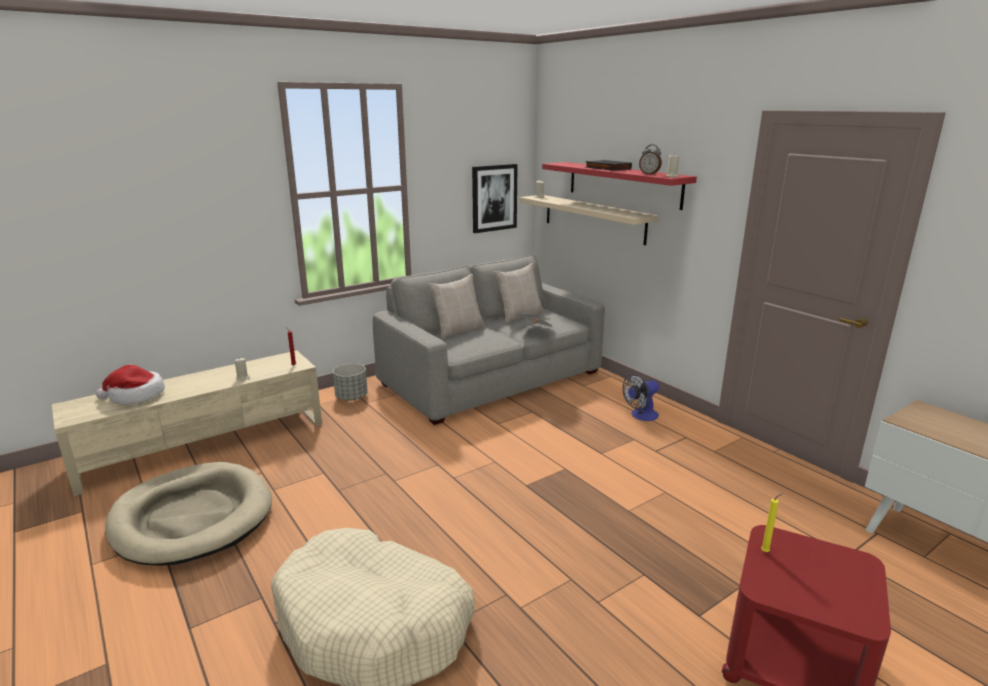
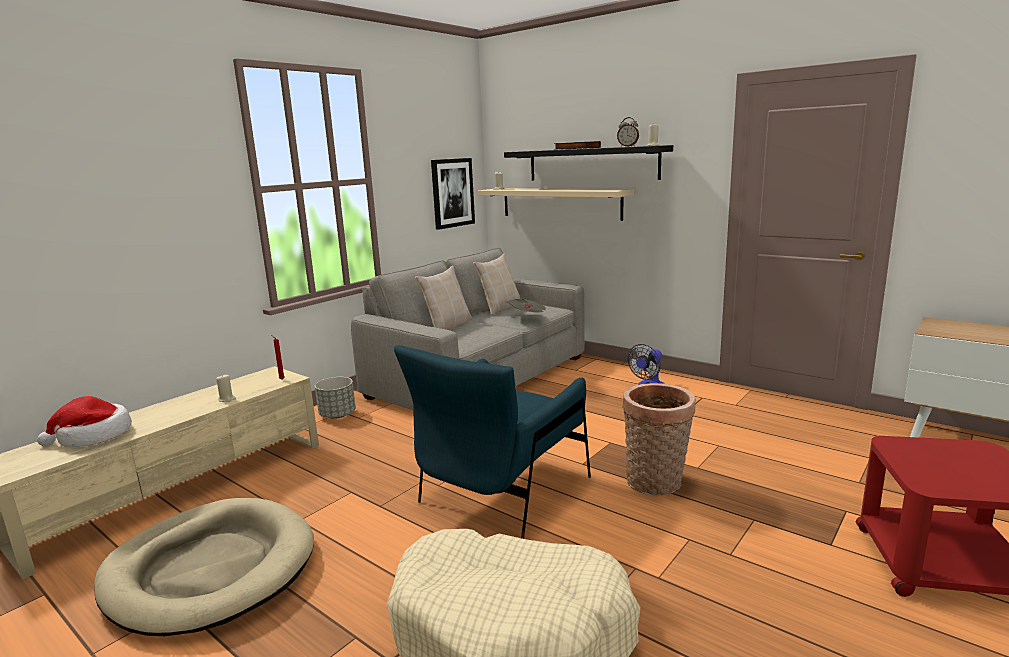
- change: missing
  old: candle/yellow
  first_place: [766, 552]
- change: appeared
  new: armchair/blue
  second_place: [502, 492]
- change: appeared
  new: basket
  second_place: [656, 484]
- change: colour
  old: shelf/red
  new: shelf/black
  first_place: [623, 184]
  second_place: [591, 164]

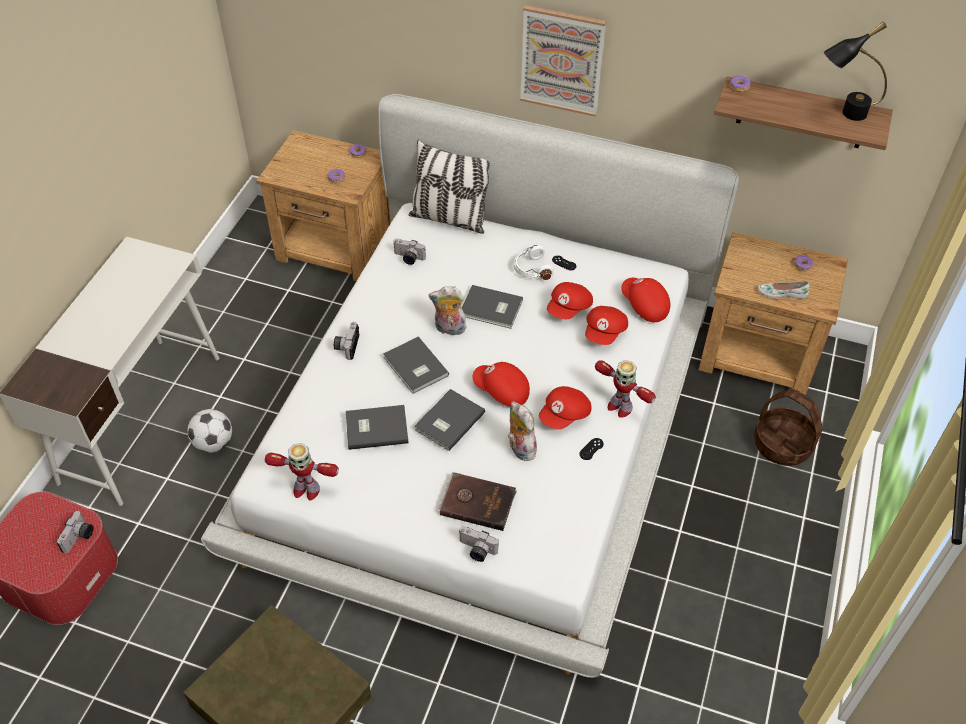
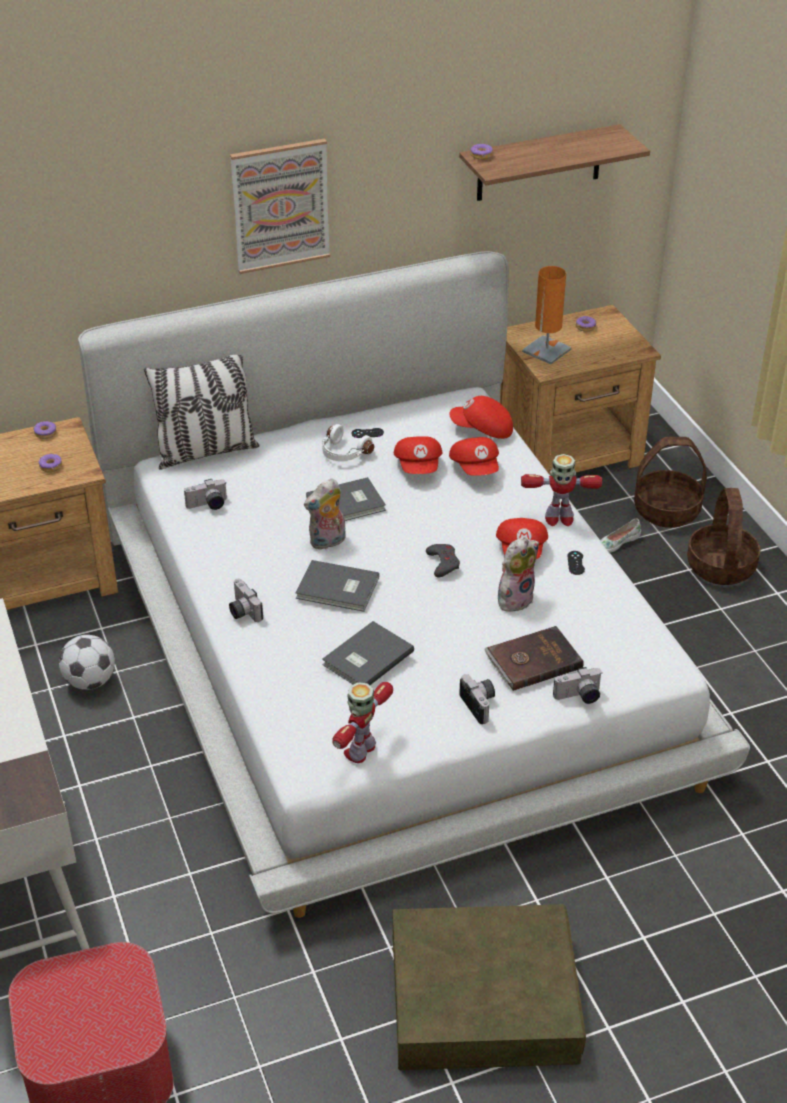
- change: missing
  old: book/grey
  first_place: [448, 421]
- change: missing
  old: table lamp/black
  first_place: [843, 114]
- change: appeared
  new: table lamp/orange
  second_place: [546, 350]
- change: appeared
  new: basket
  second_place: [720, 566]
- change: relocated
  old: photo camera
  first_place: [79, 538]
  second_place: [481, 705]
- change: relocated
  old: football
  first_place: [214, 443]
  second_place: [90, 681]
- change: relocated
  old: shoe/white
  first_place: [782, 292]
  second_place: [616, 542]
- change: exchanged
  old: cap/red
  new: game controller/grey
  first_place: [501, 391]
  second_place: [443, 563]
- change: spun
  old: toy robot
  first_place: [305, 490]
  second_place: [361, 750]
  degrees: 150
- change: spun
  old: plush toy
  first_place: [519, 448]
  second_place: [515, 598]
  degrees: 120

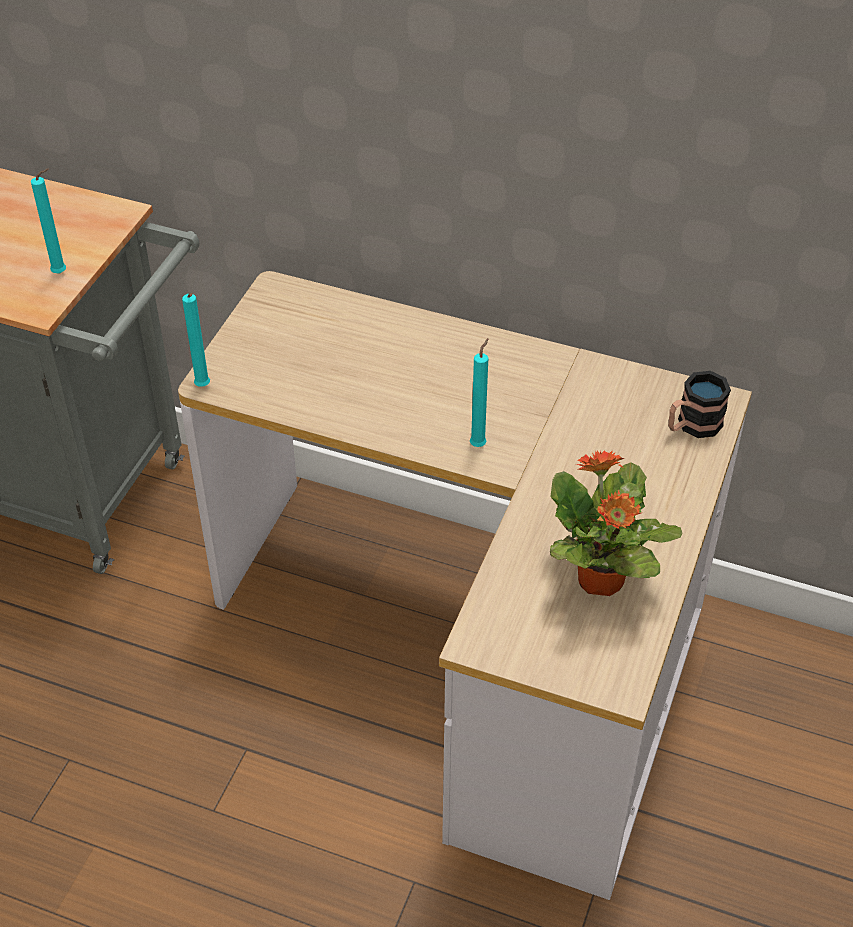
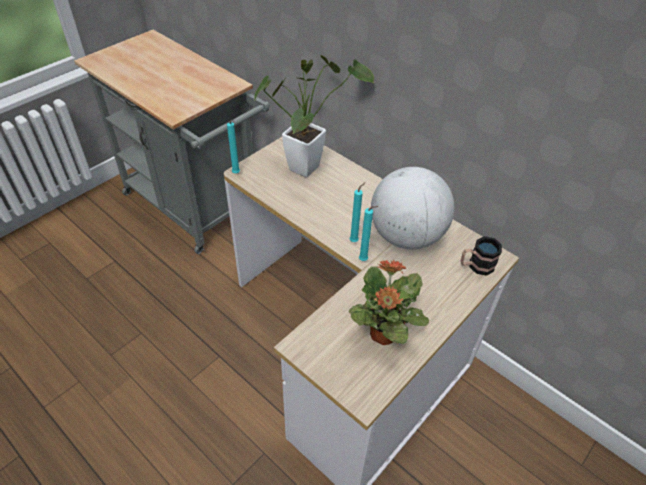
- change: appeared
  new: potted plant
  second_place: [308, 165]
- change: appeared
  new: globe
  second_place: [406, 236]
- change: relocated
  old: candle/turquoise
  first_place: [62, 273]
  second_place: [364, 260]

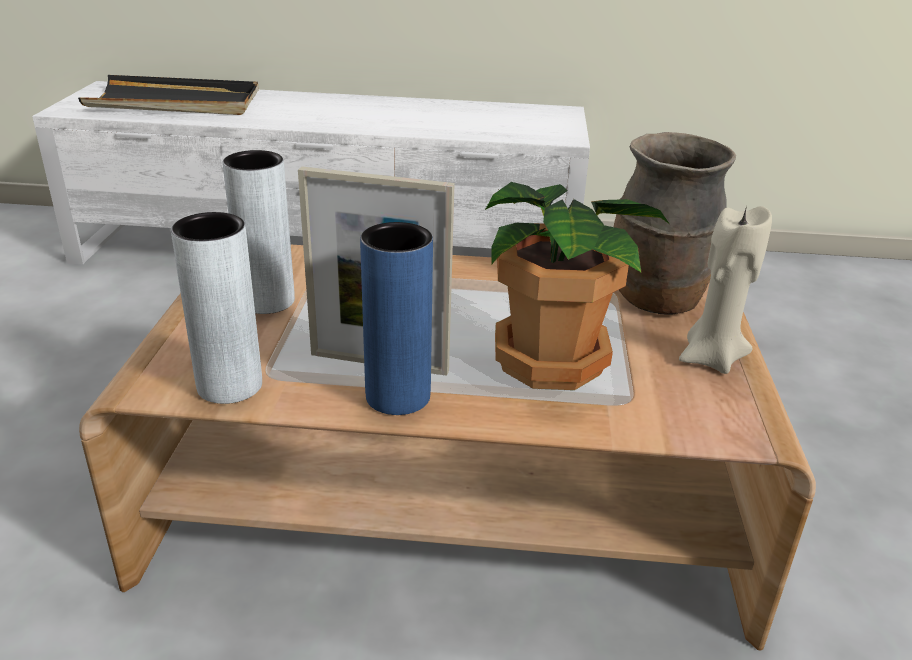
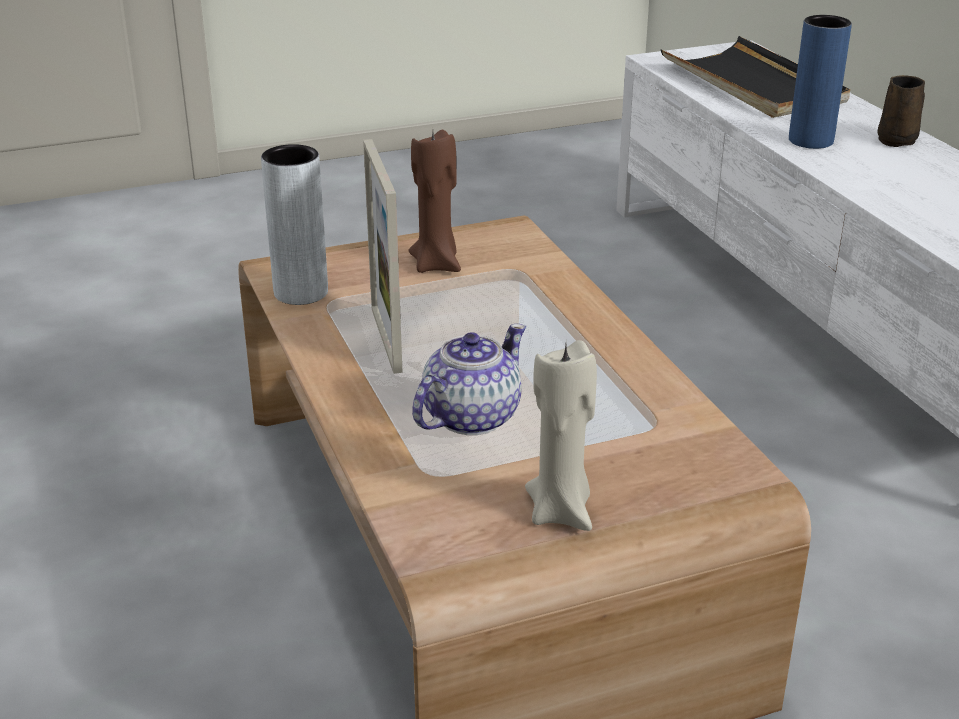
- change: missing
  old: vase/brown
  first_place: [657, 301]
- change: appeared
  new: mug/brown
  second_place: [898, 140]
- change: relocated
  old: vase/blue
  first_place: [398, 396]
  second_place: [810, 141]
- change: exchanged
  old: vase/grey
  new: candle/brown
  first_place: [267, 301]
  second_place: [437, 264]
- change: exchanged
  old: potted plant
  new: teapot
  first_place: [551, 359]
  second_place: [469, 417]

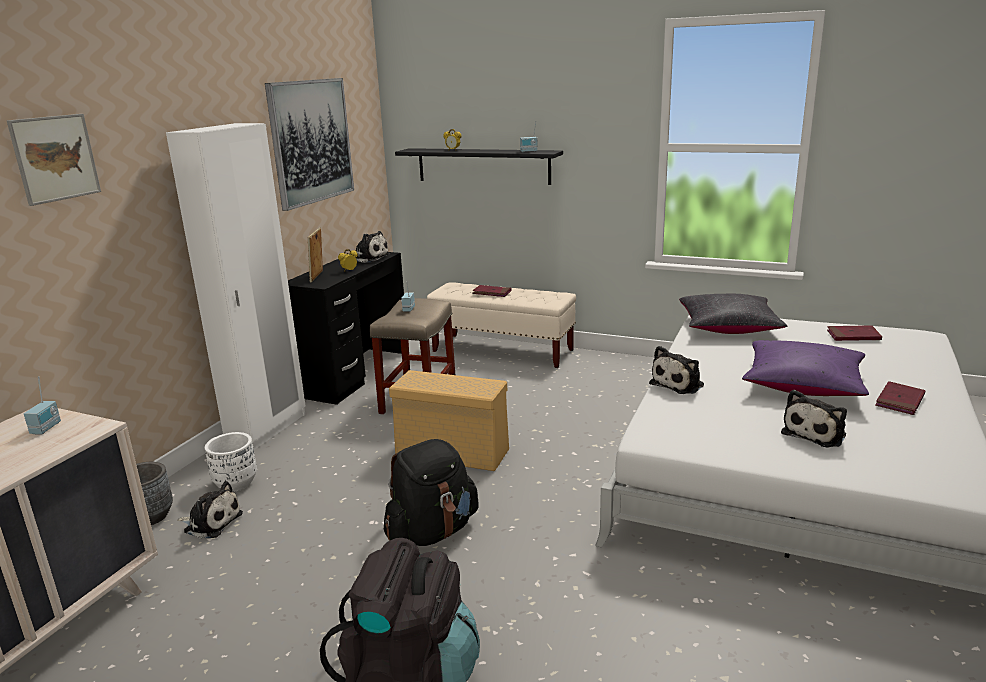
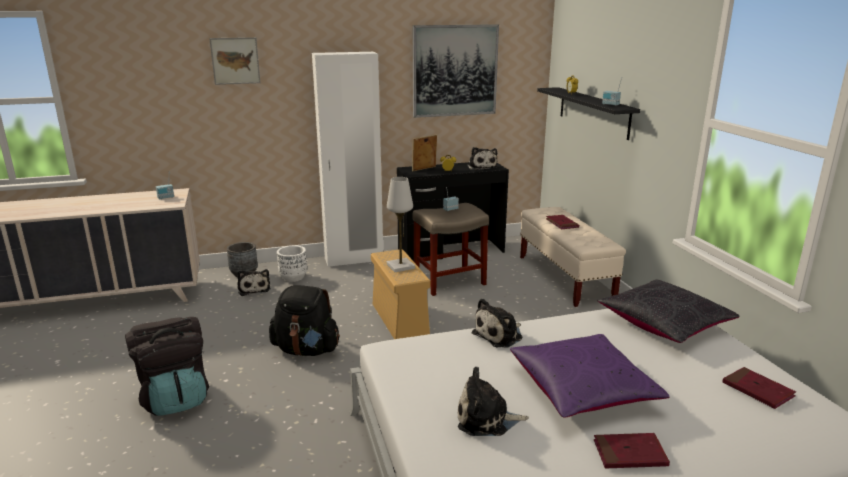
- change: appeared
  new: table lamp/white
  second_place: [400, 266]
- change: spun
  old: plush toy
  first_place: [679, 384]
  second_place: [500, 335]
  degrees: -45

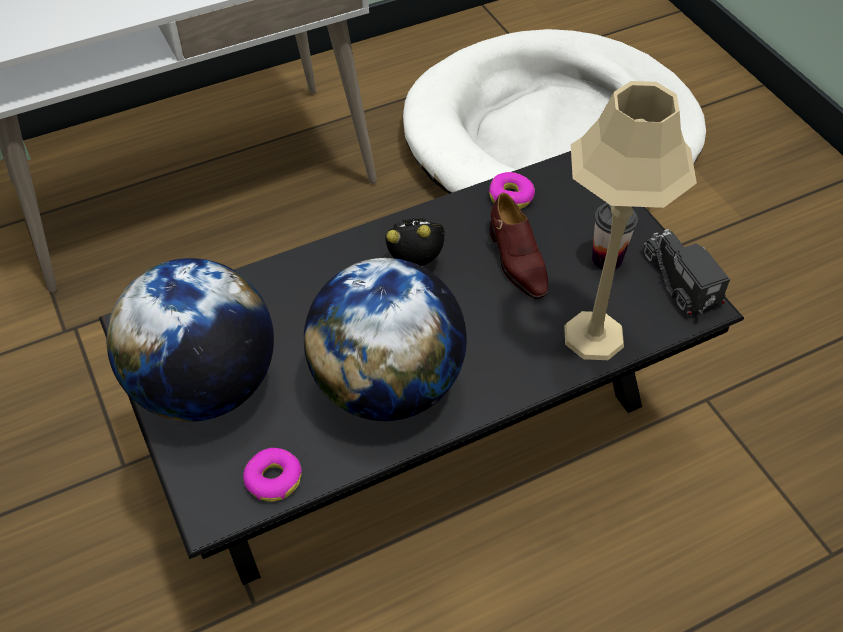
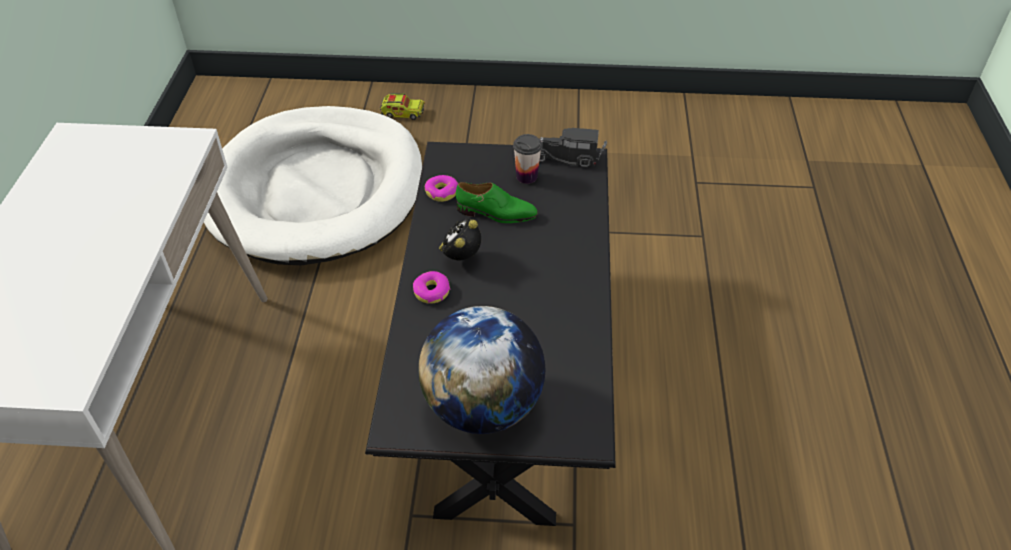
- change: missing
  old: globe
  first_place: [387, 385]
- change: missing
  old: table lamp/beige
  first_place: [593, 335]
- change: appeared
  new: toy truck
  second_place: [402, 113]
- change: relocated
  old: donut
  first_place: [273, 479]
  second_place: [431, 292]
- change: colour
  old: shoe/brown
  new: shoe/green
  first_place: [516, 260]
  second_place: [496, 213]

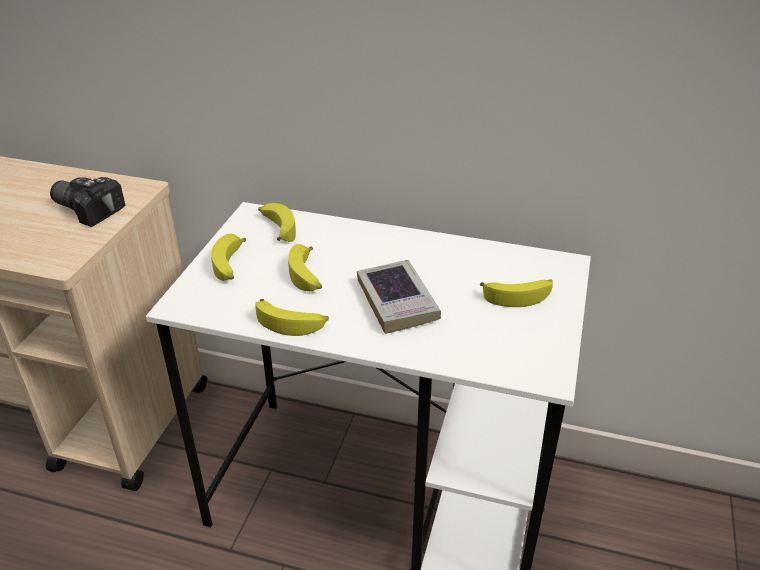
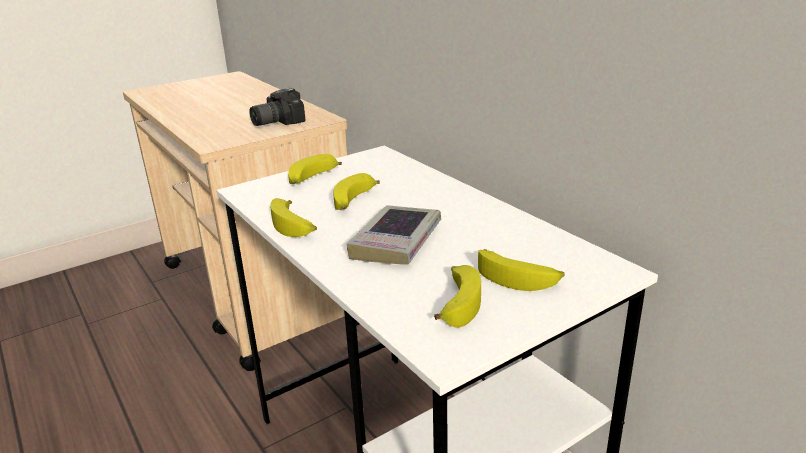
- change: relocated
  old: banana
  first_place: [276, 228]
  second_place: [457, 302]
- change: spun
  old: photo camera
  first_place: [89, 209]
  second_place: [275, 122]
  degrees: -105

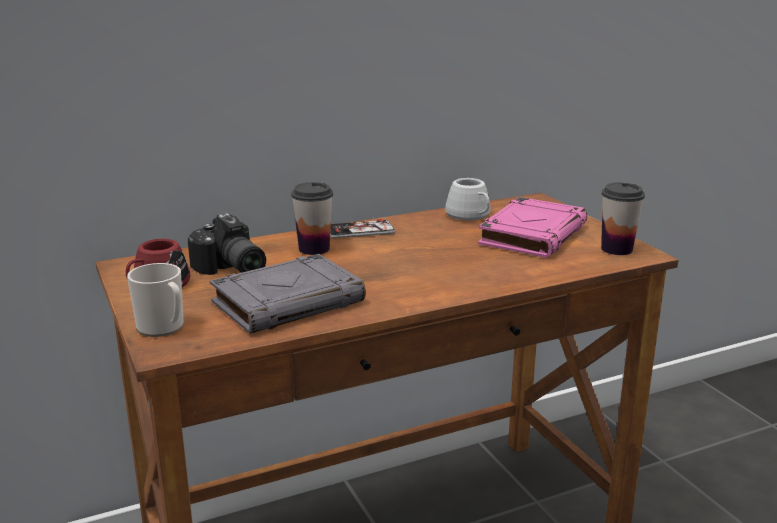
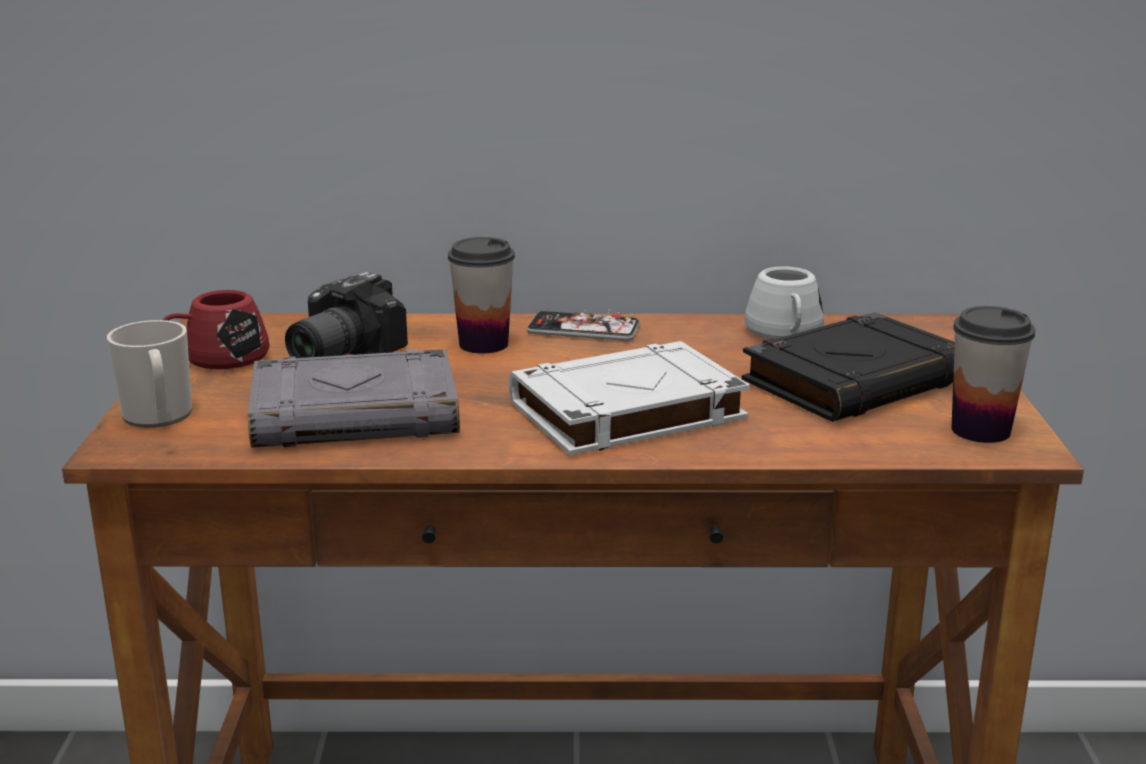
- change: appeared
  new: book/white
  second_place: [625, 412]
- change: colour
  old: book/pink
  new: book/black
  first_place: [532, 234]
  second_place: [856, 380]
- change: spun
  old: photo camera
  first_place: [230, 269]
  second_place: [335, 353]
  degrees: 45

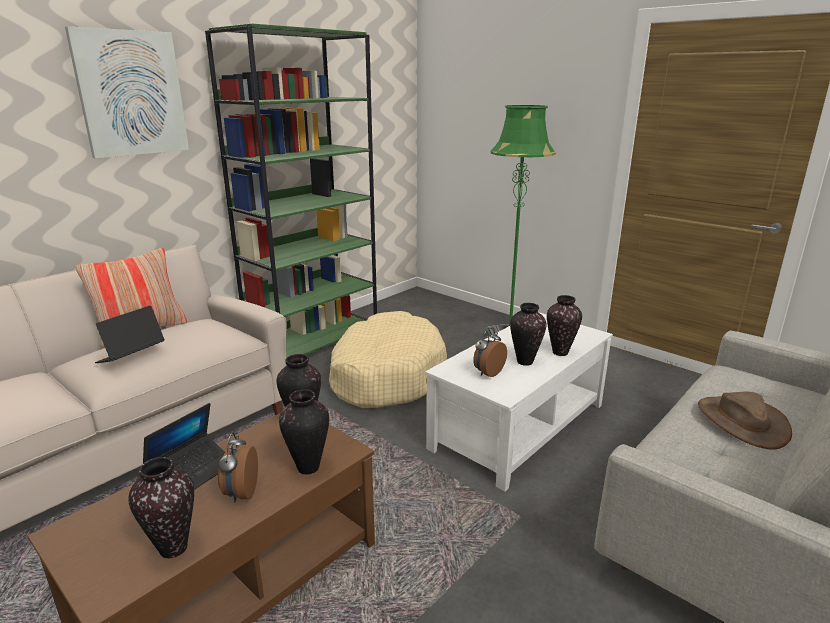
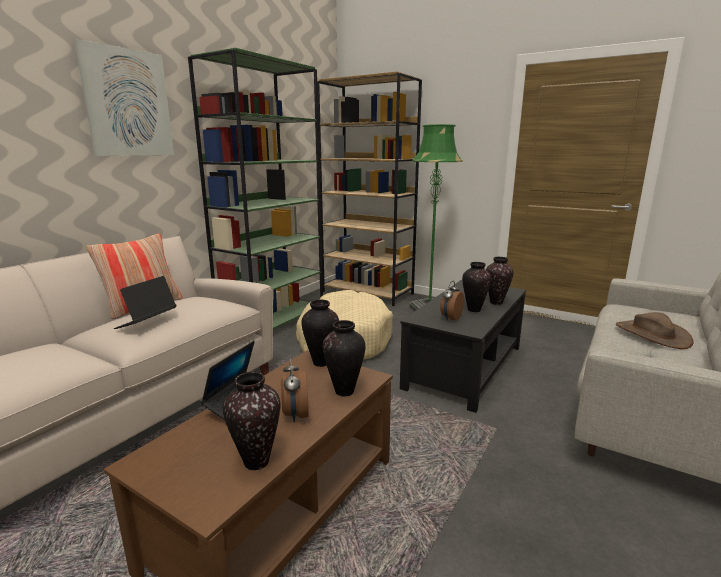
- change: appeared
  new: bookcase/brown
  second_place: [368, 292]
- change: colour
  old: coffee table/white
  new: coffee table/black
  first_place: [520, 427]
  second_place: [465, 367]

